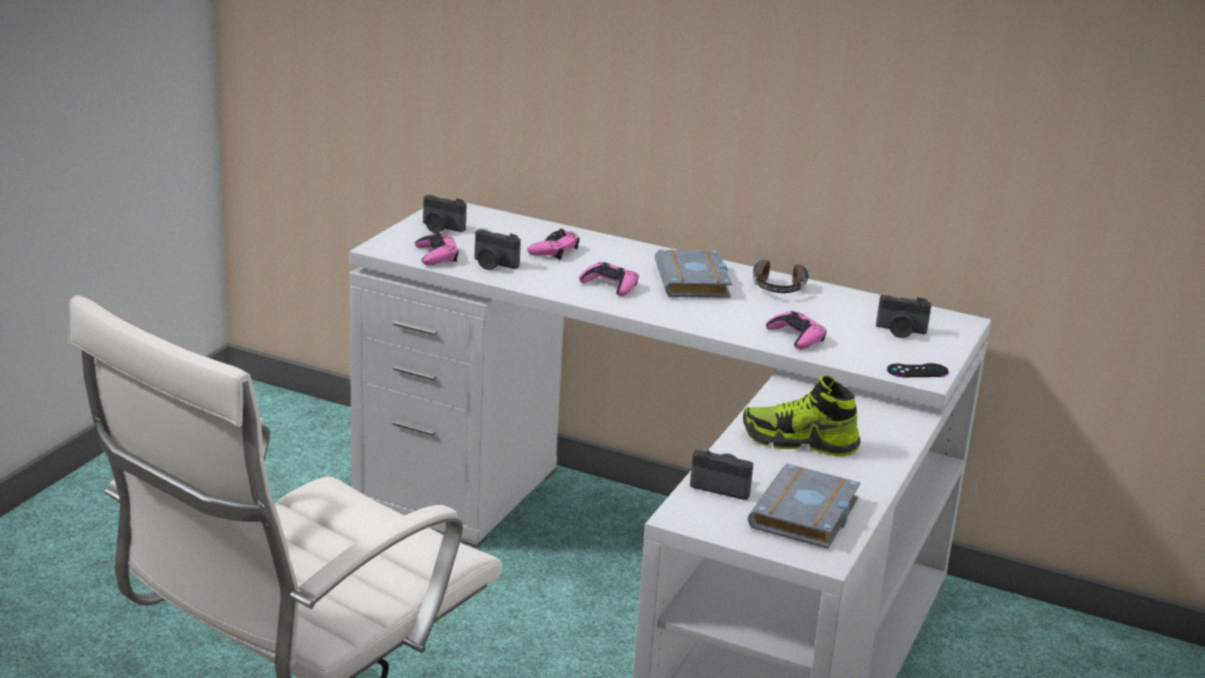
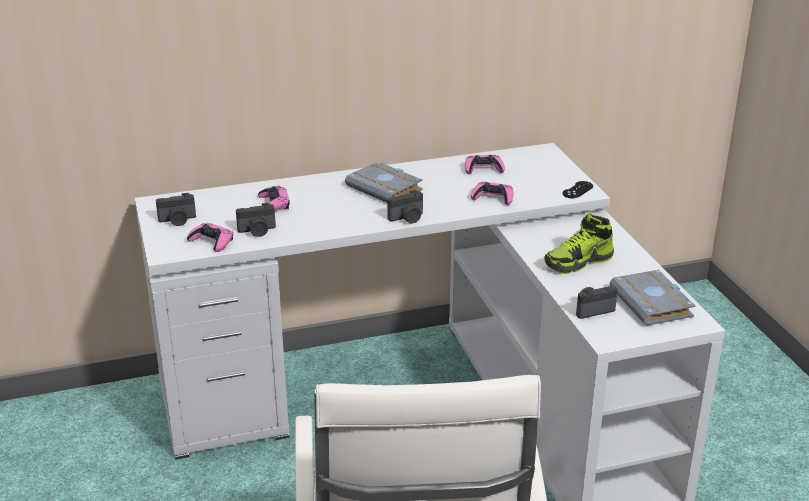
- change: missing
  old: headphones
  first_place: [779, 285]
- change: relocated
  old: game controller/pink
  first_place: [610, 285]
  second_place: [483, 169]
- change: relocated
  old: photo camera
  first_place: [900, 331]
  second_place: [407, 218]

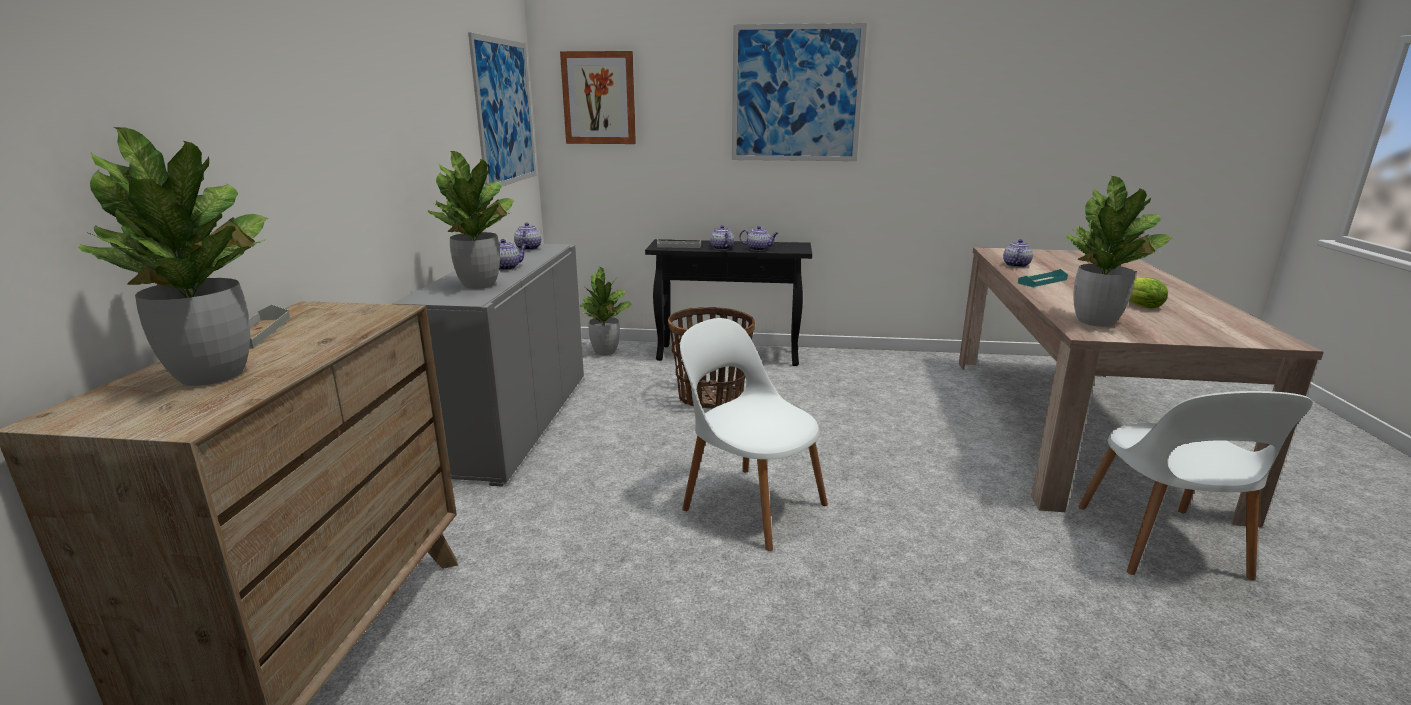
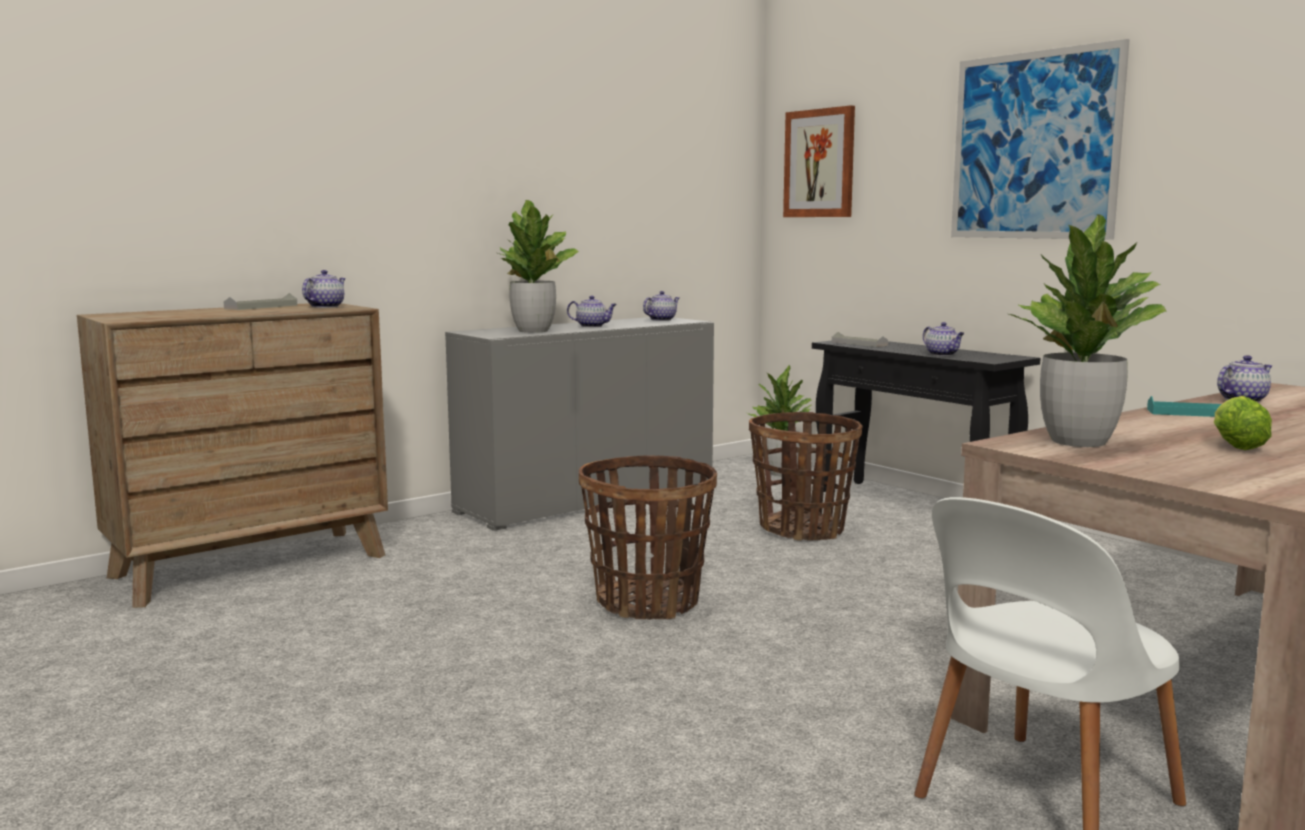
- change: missing
  old: potted plant
  first_place: [213, 375]
- change: missing
  old: picture
  first_place: [505, 113]
- change: relocated
  old: teapot
  first_place: [721, 248]
  second_place: [325, 307]
- change: exchanged
  old: chair/white
  new: basket
  first_place: [750, 504]
  second_place: [648, 602]

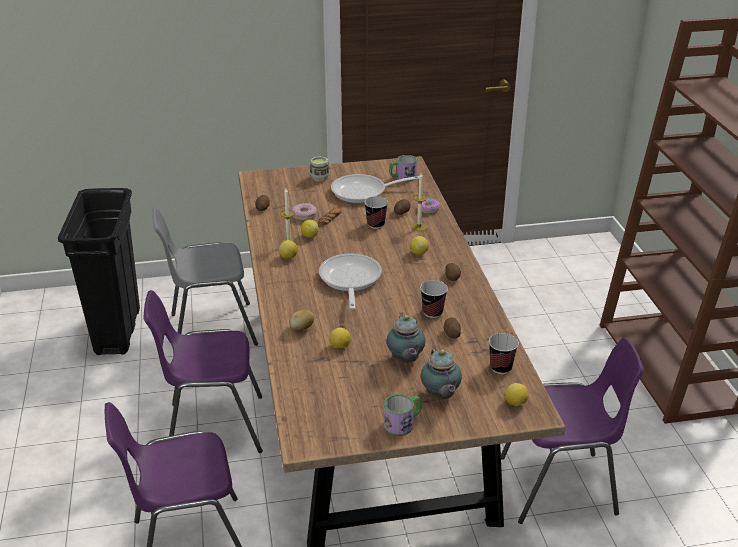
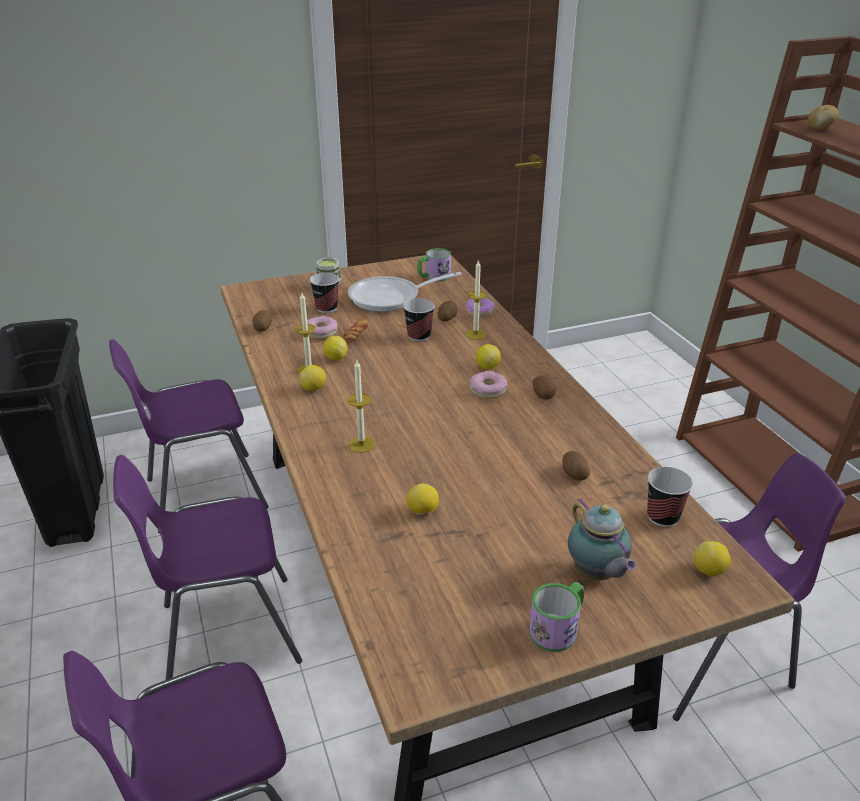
- change: missing
  old: frying pan
  first_place: [349, 281]
- change: missing
  old: teapot
  first_place: [405, 361]
- change: appeared
  new: candle
  second_place: [361, 444]
- change: appeared
  new: donut
  second_place: [487, 390]
- change: relocated
  old: potato
  first_place: [302, 328]
  second_place: [819, 129]
- change: relocated
  old: cup
  first_place: [432, 312]
  second_place: [326, 308]
- change: colour
  old: chair/grey
  new: chair/purple
  first_place: [210, 329]
  second_place: [202, 493]

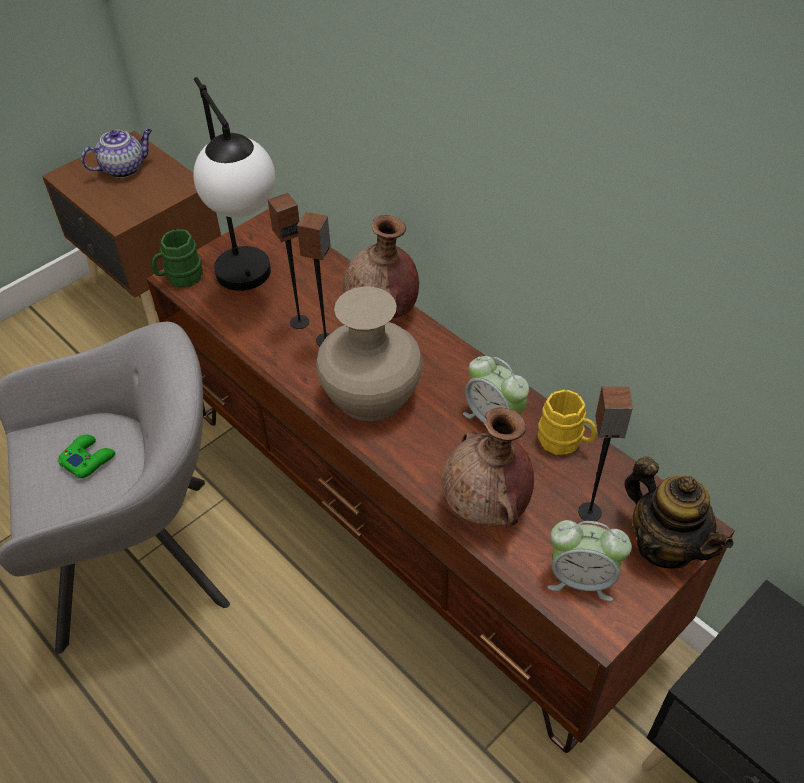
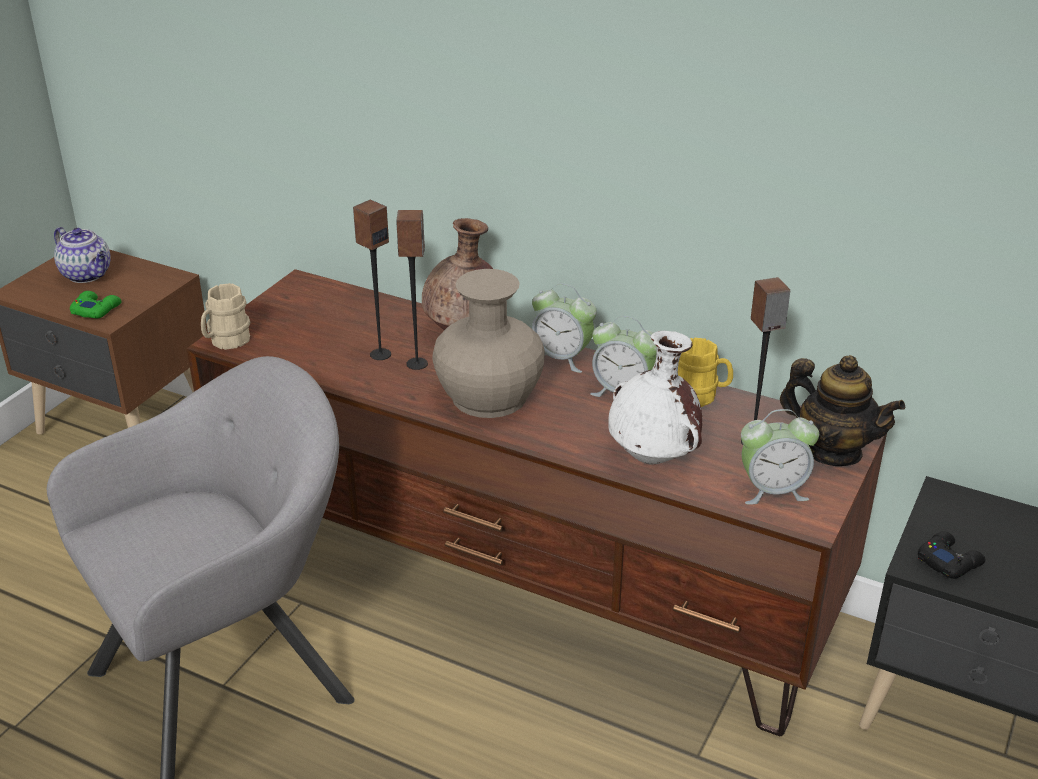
- change: missing
  old: table lamp
  first_place: [251, 286]
- change: appeared
  new: alarm clock
  second_place: [562, 358]
- change: appeared
  new: game controller/black
  second_place: [949, 561]
- change: relocated
  old: game controller/green
  first_place: [88, 459]
  second_place: [96, 310]
- change: colour
  old: mug/green
  new: mug/beige
  first_place: [180, 278]
  second_place: [226, 341]
- change: colour
  old: vase/brown
  new: vase/white
  first_place: [486, 507]
  second_place: [654, 458]
- change: spun
  old: teapot
  first_place: [124, 168]
  second_place: [87, 275]
  degrees: 90

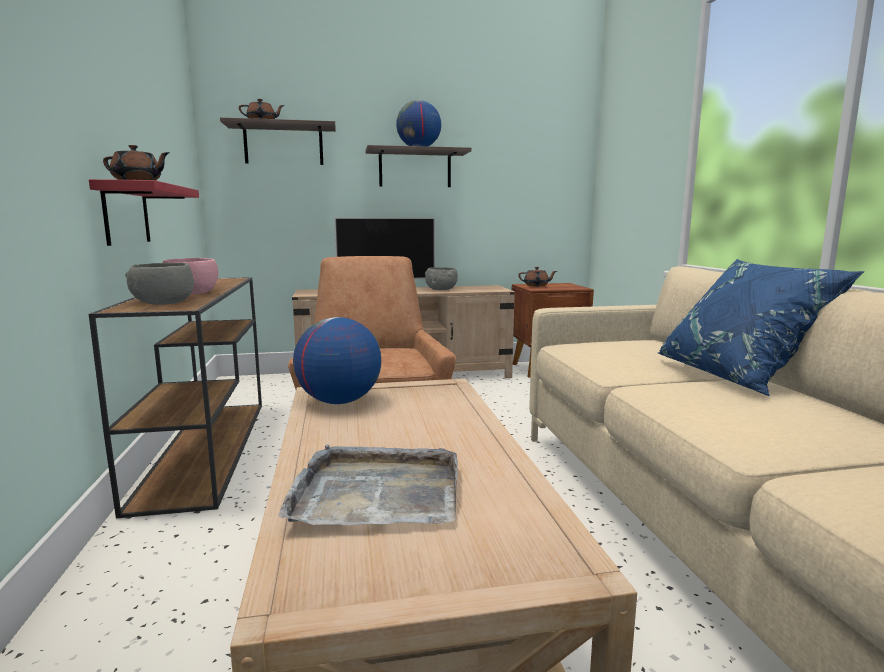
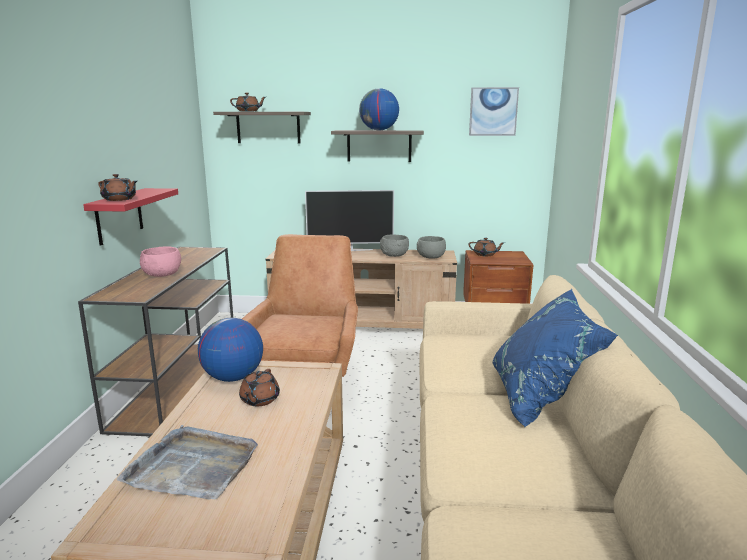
- change: appeared
  new: teapot/brown
  second_place: [259, 400]
- change: appeared
  new: picture
  second_place: [493, 111]
- change: relocated
  old: bowl/grey
  first_place: [163, 303]
  second_place: [430, 257]

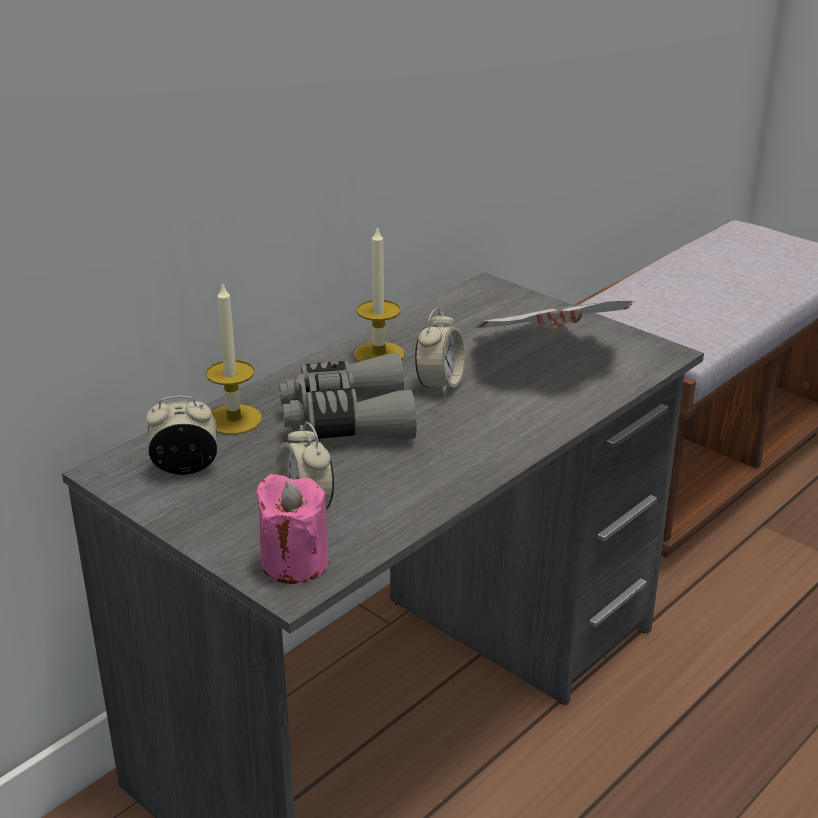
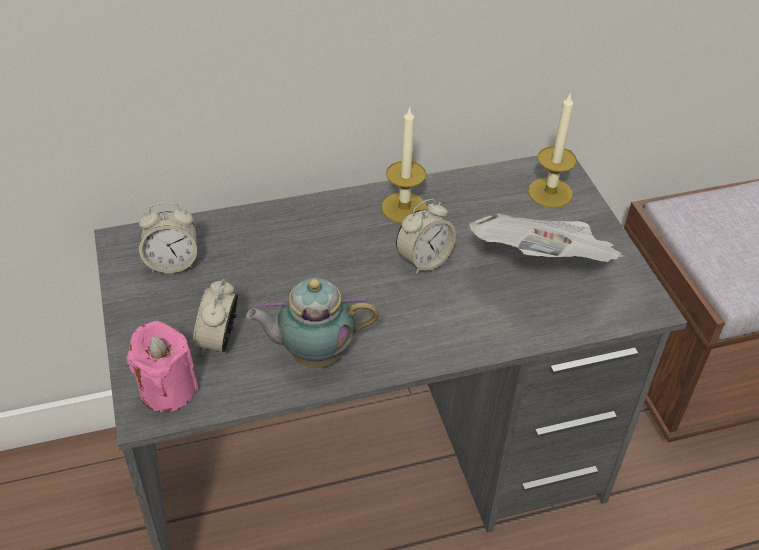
- change: missing
  old: binoculars/grey
  first_place: [347, 420]
- change: appeared
  new: teapot
  second_place: [313, 354]
- change: relocated
  old: candle
  first_place: [234, 420]
  second_place: [550, 193]
- change: spun
  old: alarm clock
  first_place: [185, 468]
  second_place: [172, 263]
  degrees: 150

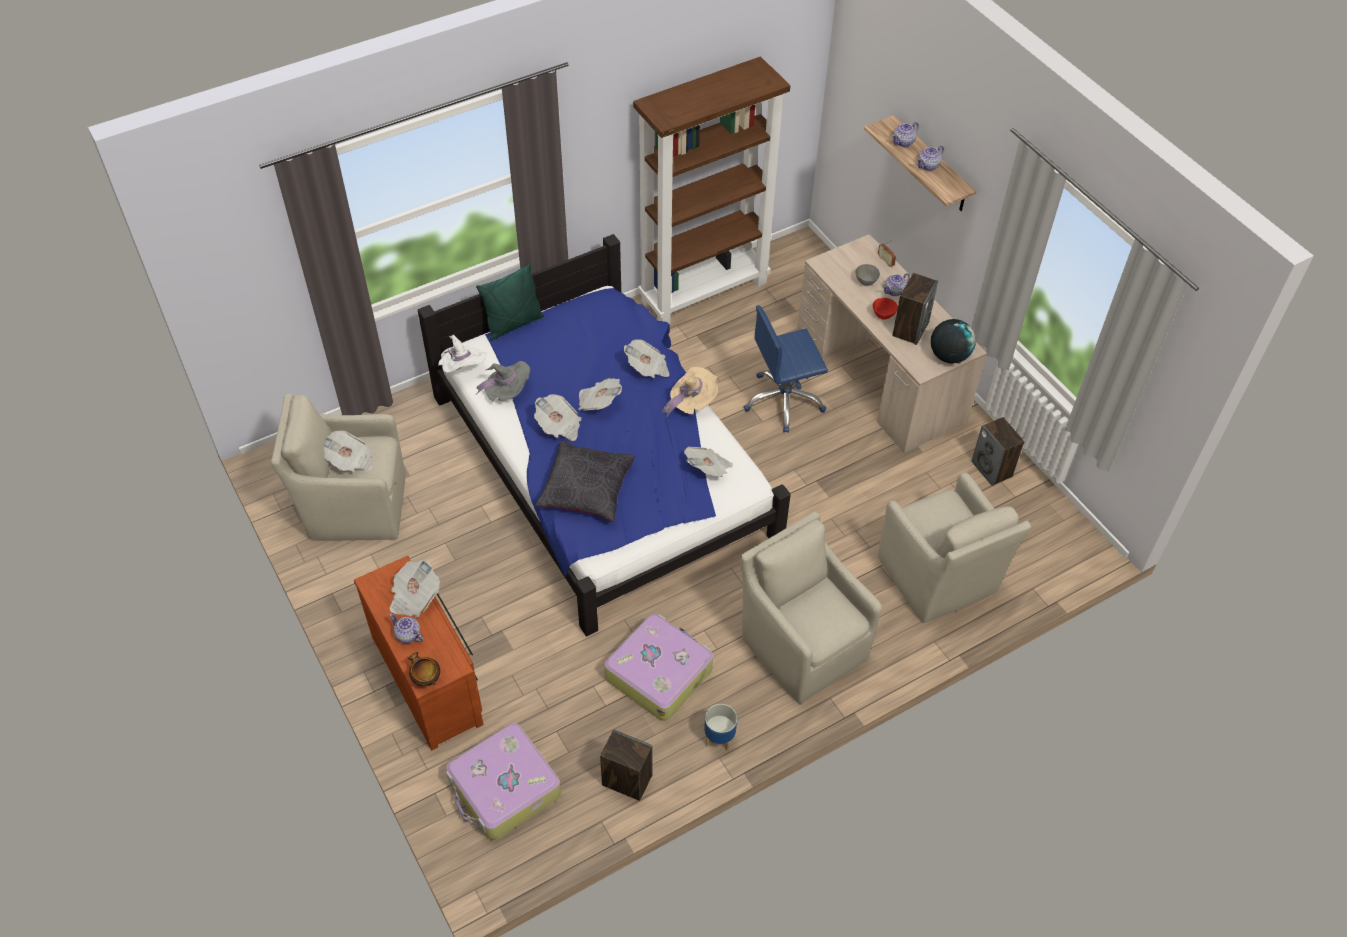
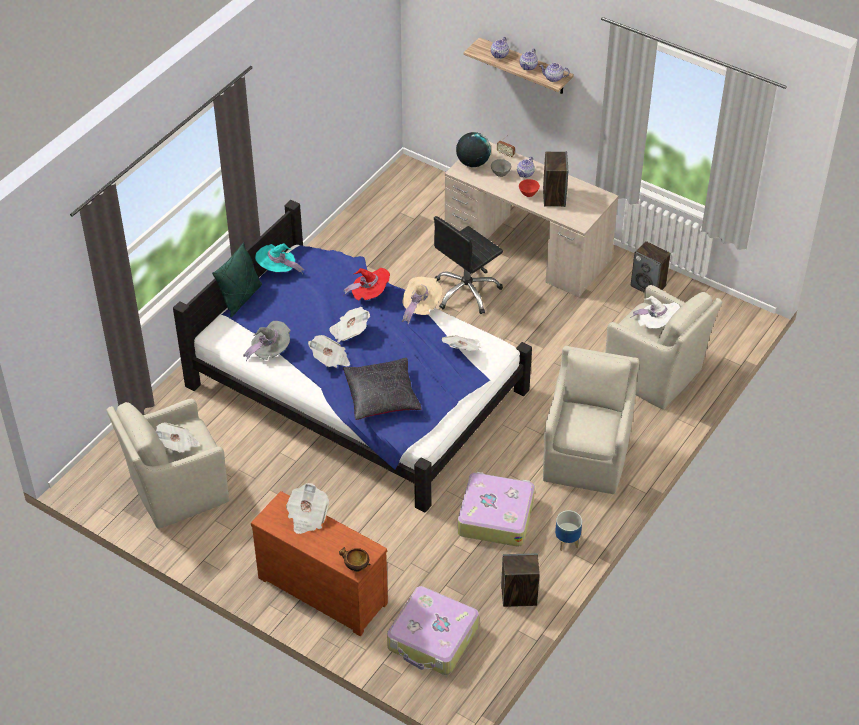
- change: missing
  old: bookcase/brown
  first_place: [704, 291]
- change: appeared
  new: hat/turquoise
  second_place: [277, 269]
- change: relocated
  old: teapot
  first_place: [408, 635]
  second_place: [553, 78]
- change: relocated
  old: hat/white
  first_place: [463, 370]
  second_place: [656, 324]
- change: relocated
  old: globe
  first_place: [949, 356]
  second_place: [473, 163]
- change: exchanged
  old: newspaper
  new: hat/red
  first_place: [647, 368]
  second_place: [369, 294]
- change: colour
  old: office chair/blue
  new: office chair/black
  first_place: [783, 401]
  second_place: [466, 291]
- change: spun
  old: armchair/beige
  first_place: [802, 645]
  second_place: [586, 457]
  degrees: 75

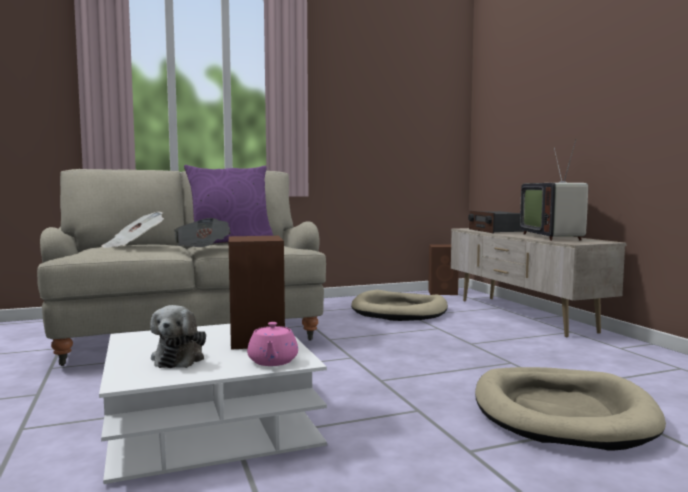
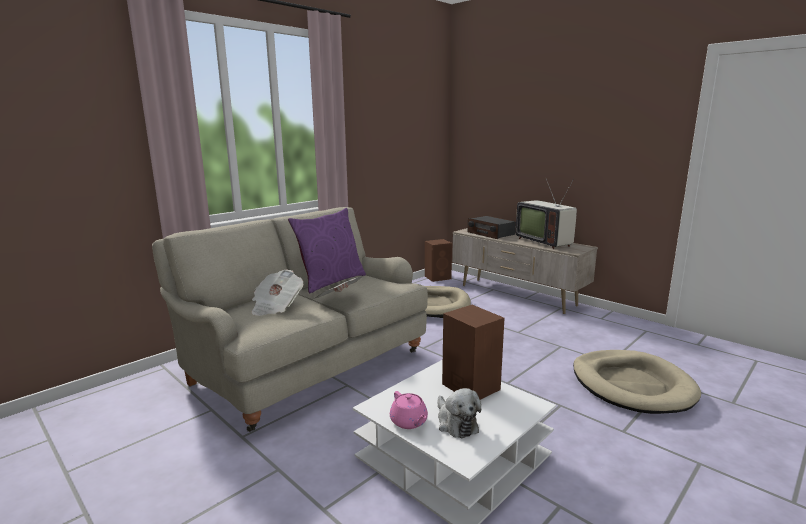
- change: relocated
  old: teapot/pink
  first_place: [272, 361]
  second_place: [409, 422]

